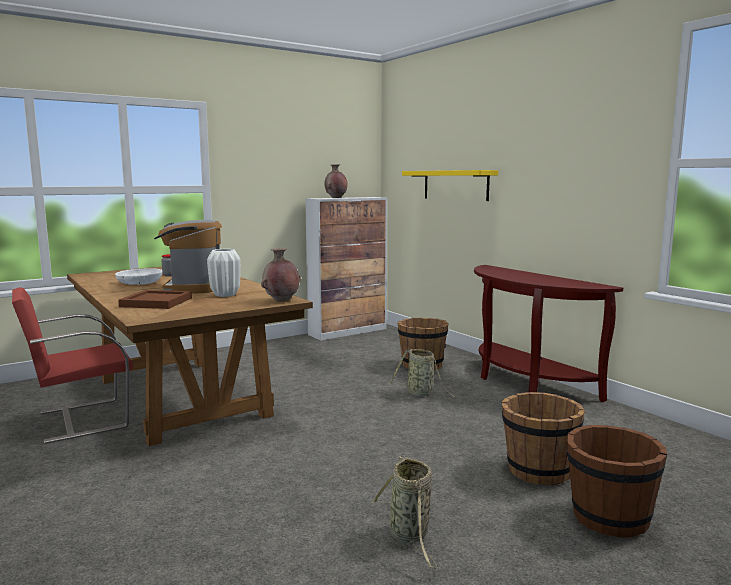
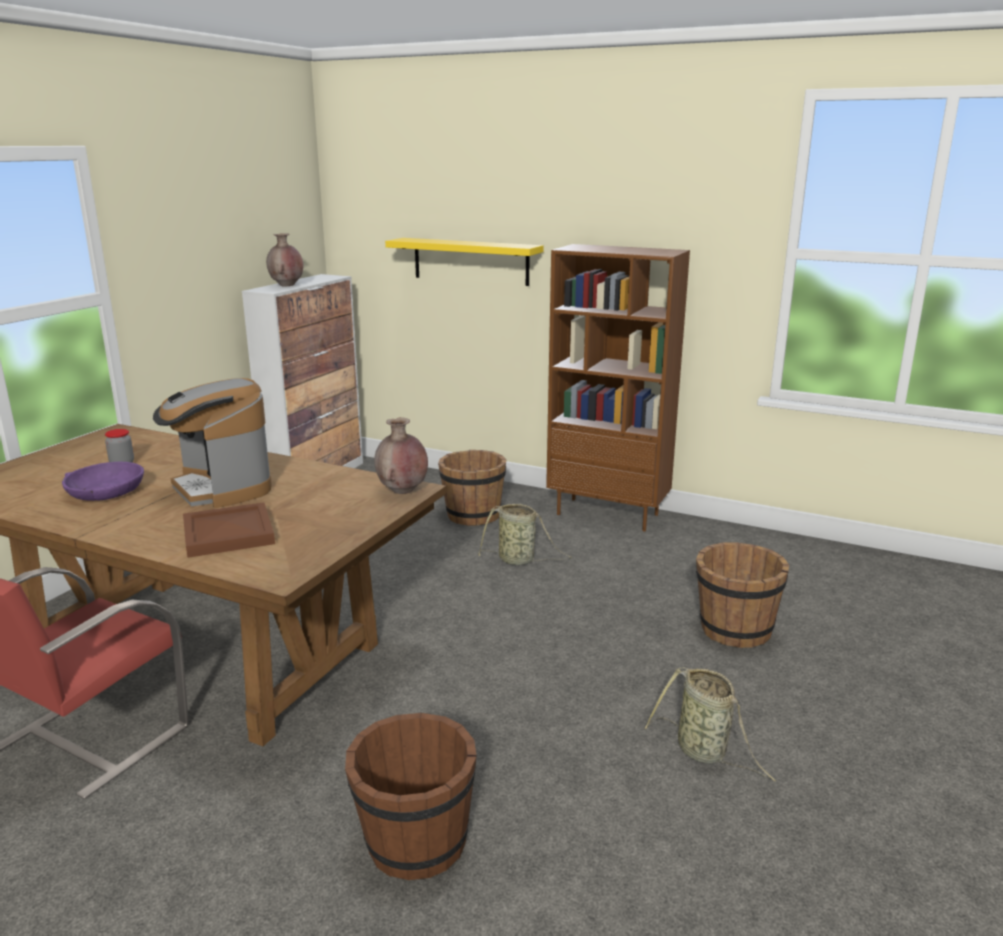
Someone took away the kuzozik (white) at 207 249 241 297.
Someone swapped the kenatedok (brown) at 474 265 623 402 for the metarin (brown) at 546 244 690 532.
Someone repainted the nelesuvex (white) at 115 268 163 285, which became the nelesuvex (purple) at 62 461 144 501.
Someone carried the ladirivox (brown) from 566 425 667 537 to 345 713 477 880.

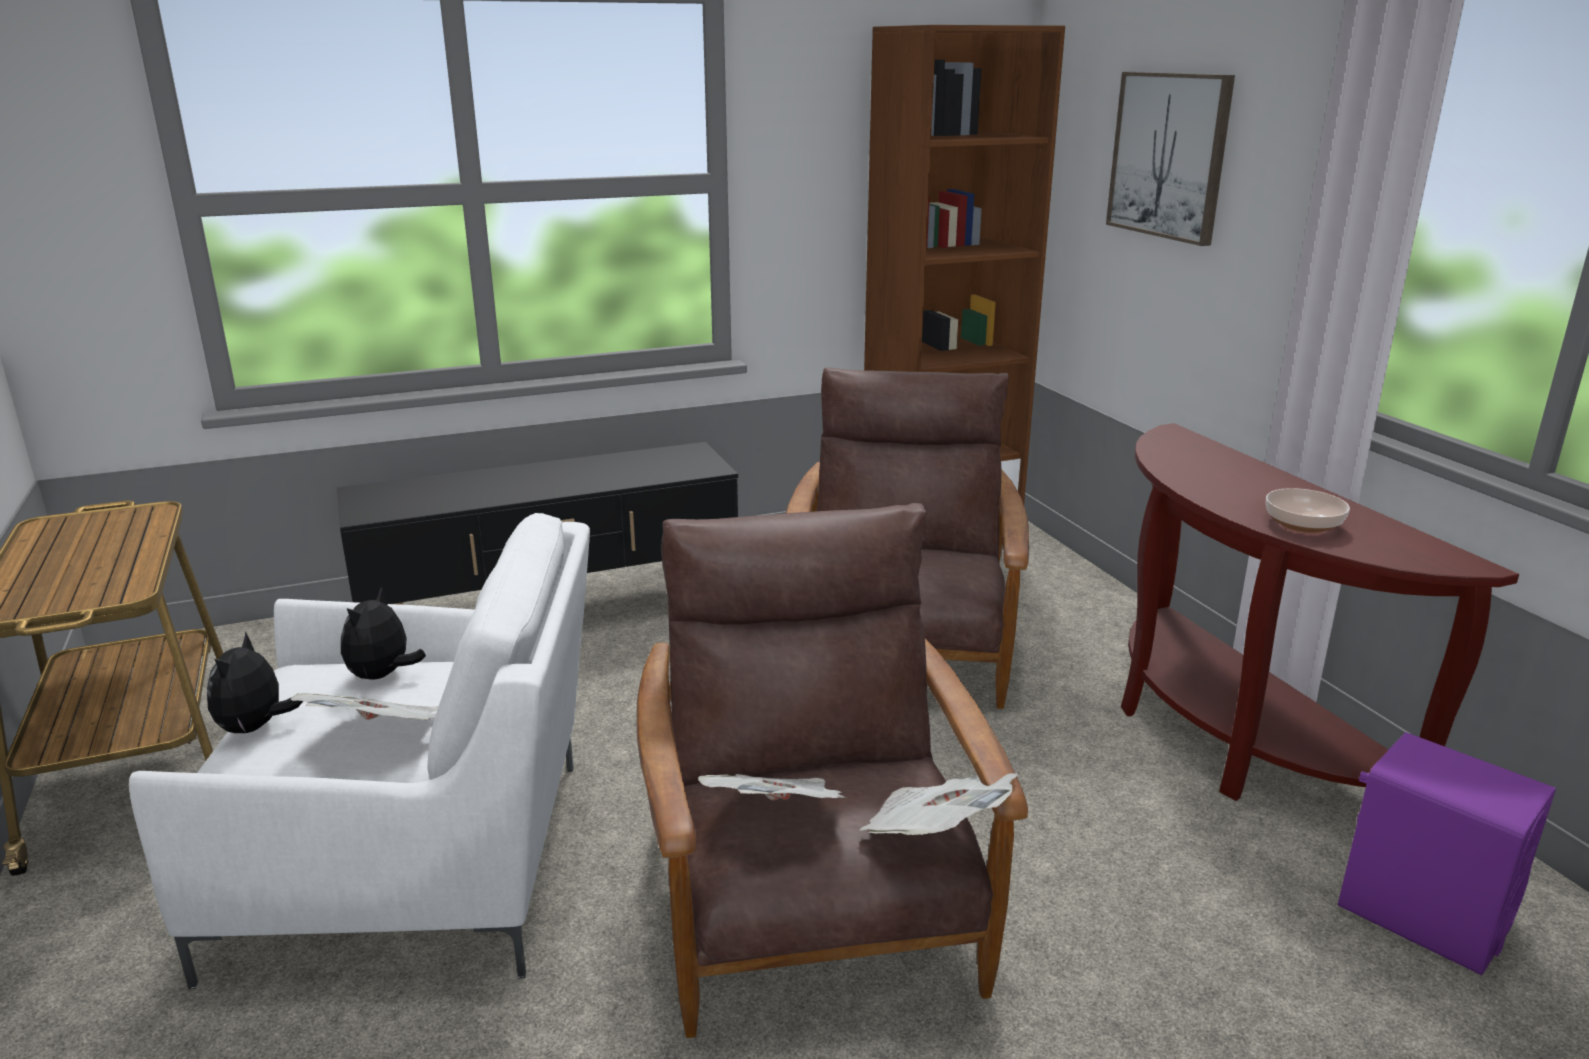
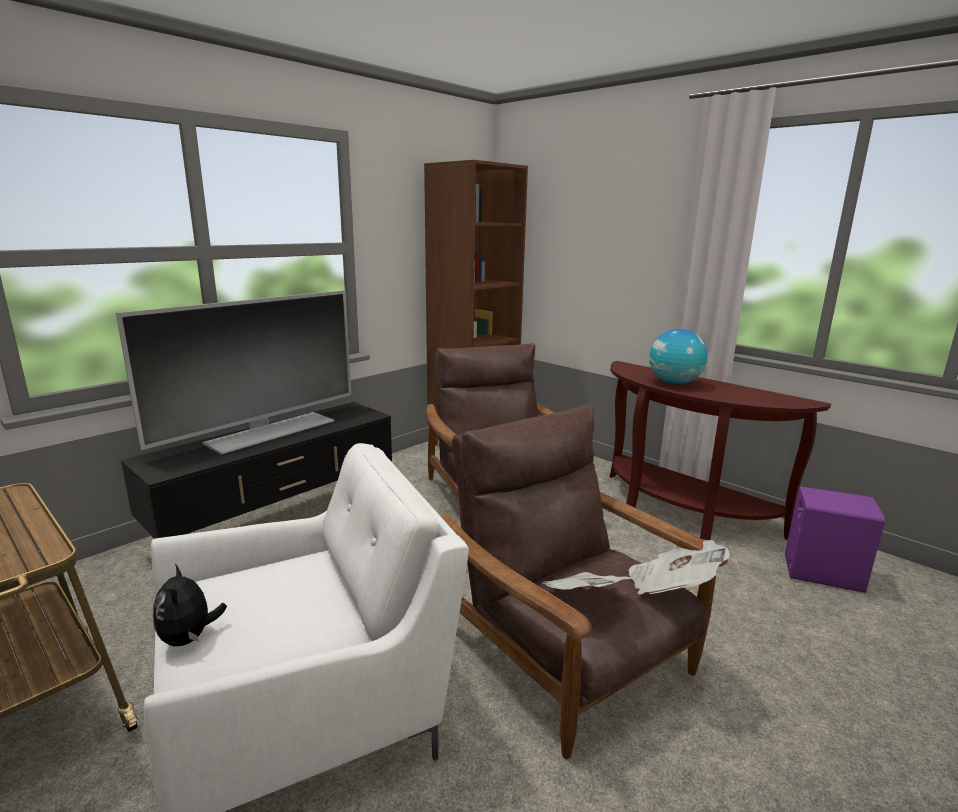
Someone took away the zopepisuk at 1106 72 1235 246.
Someone took away the nelesuvex at 1266 488 1350 533.
Someone took away the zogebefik at 341 587 426 680.
Someone took away the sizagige at 291 693 438 720.
Someone put down the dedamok at 116 290 351 455.
Someone put down the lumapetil at 649 329 708 384.

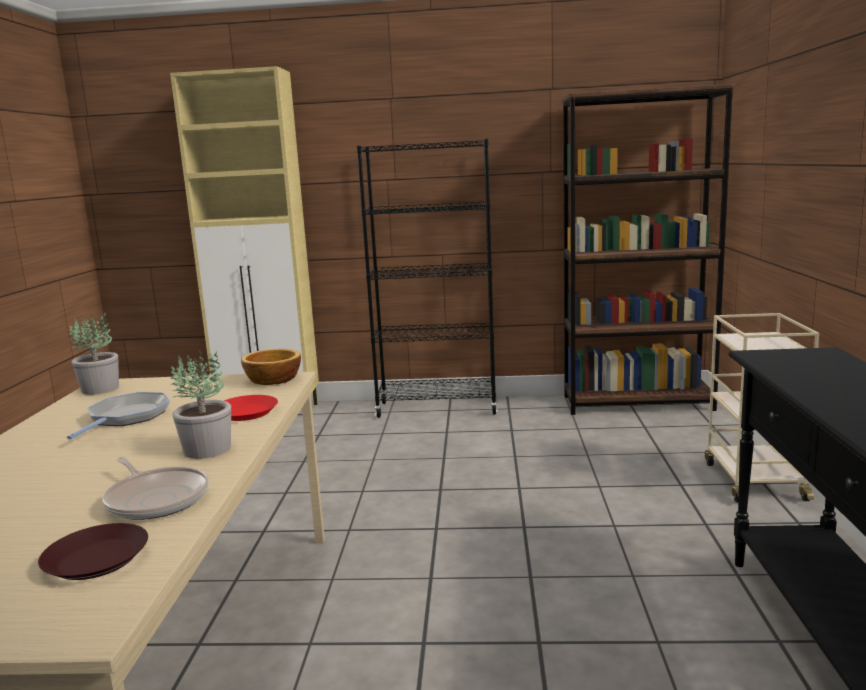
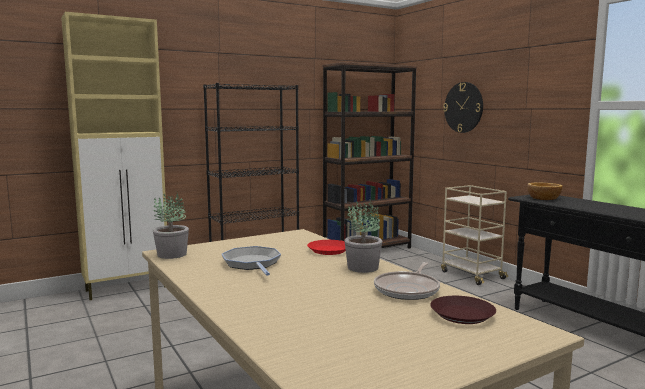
Someone carried the nelesuvex from 241 349 301 385 to 527 183 563 200.
Someone rotated the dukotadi at 102 457 209 520 by 105 degrees clockwise.
Someone put up the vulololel at 443 82 483 133.

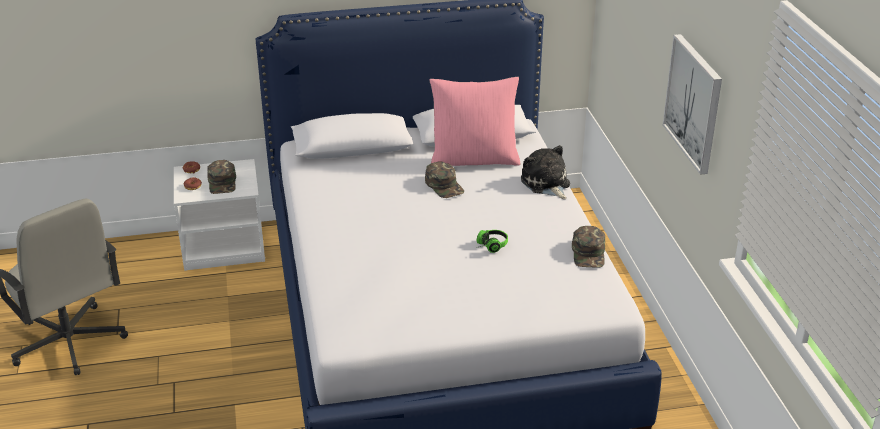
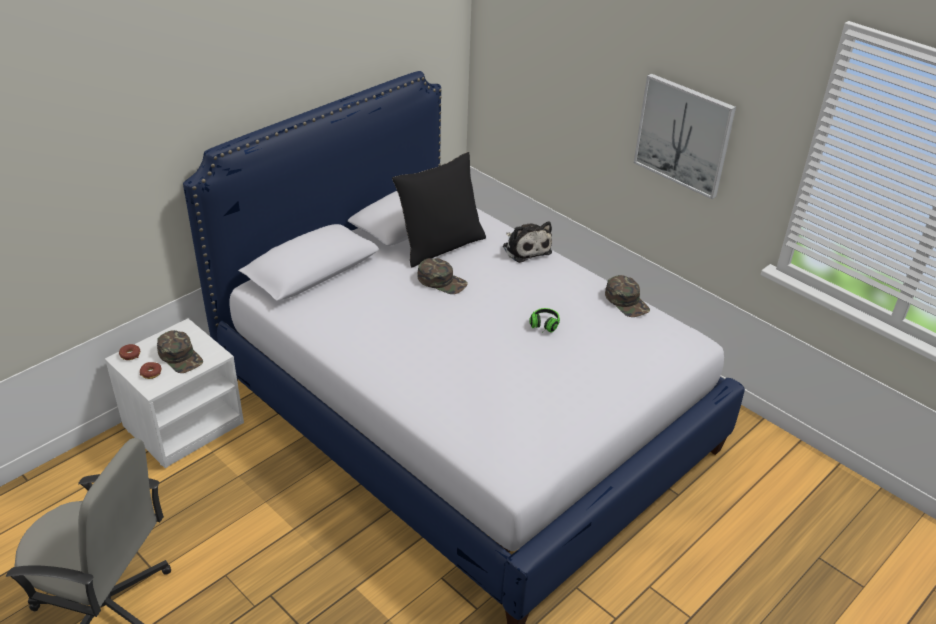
Someone repainted the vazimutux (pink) at 430 77 520 166, which became the vazimutux (black) at 392 152 486 267.
Someone rotated the zogebefik at 521 145 570 199 by 150 degrees counterclockwise.

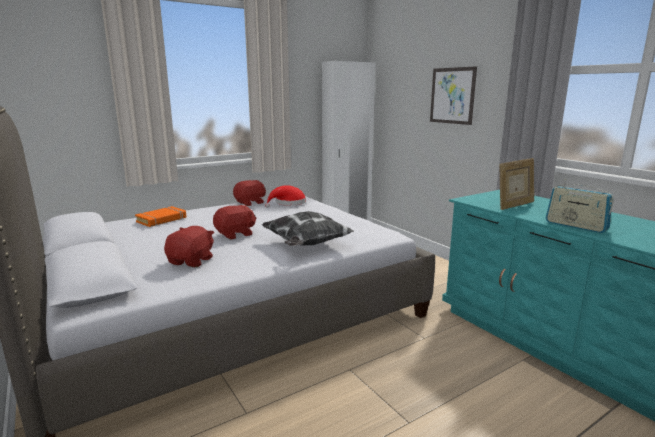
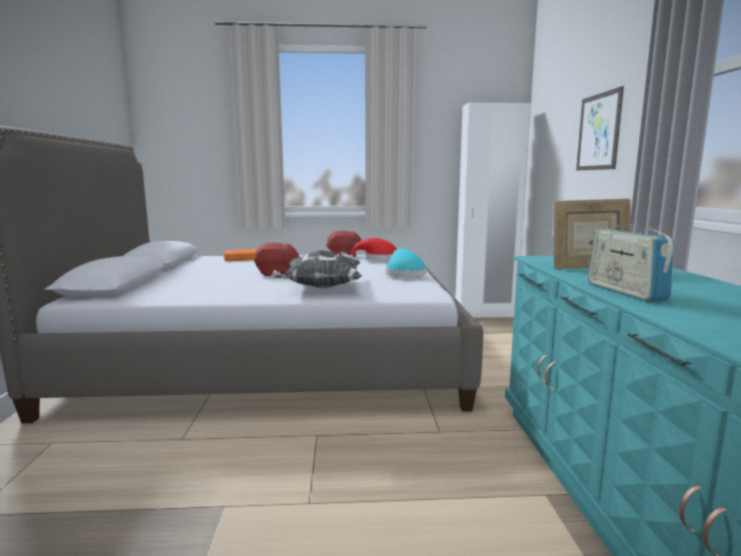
Someone took away the zogebefik (red) at 164 226 214 267.
Someone put down the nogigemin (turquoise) at 386 248 427 277.

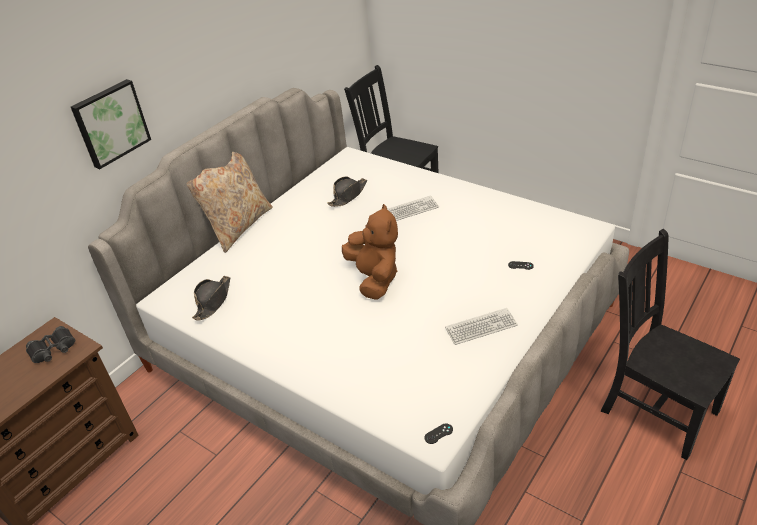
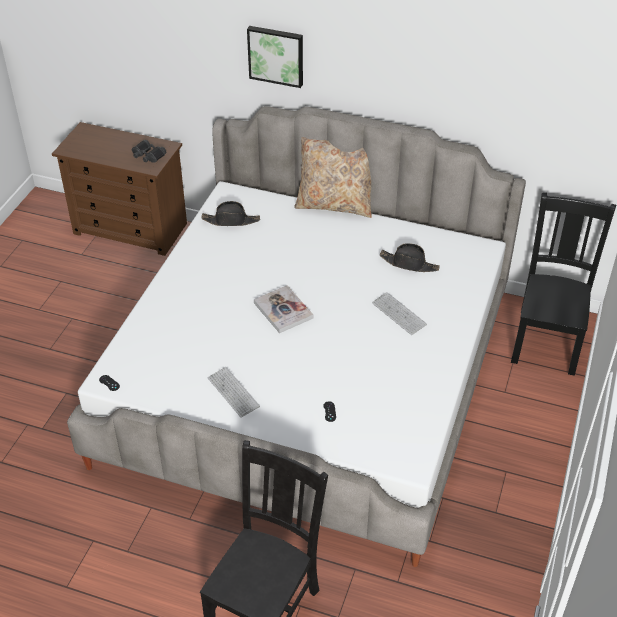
Someone swapped the zogebefik (brown) at 342 204 398 299 for the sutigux at 254 285 313 333.

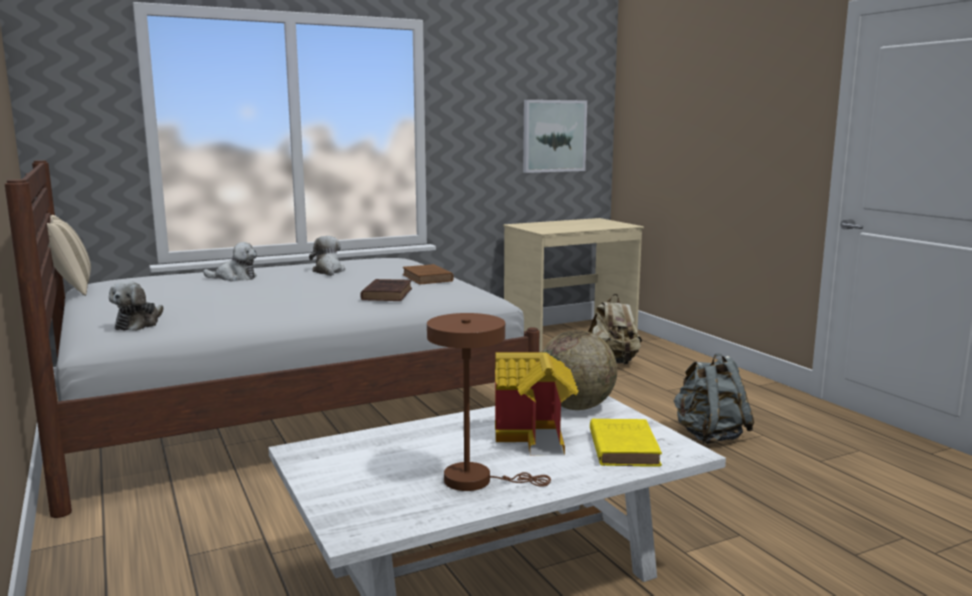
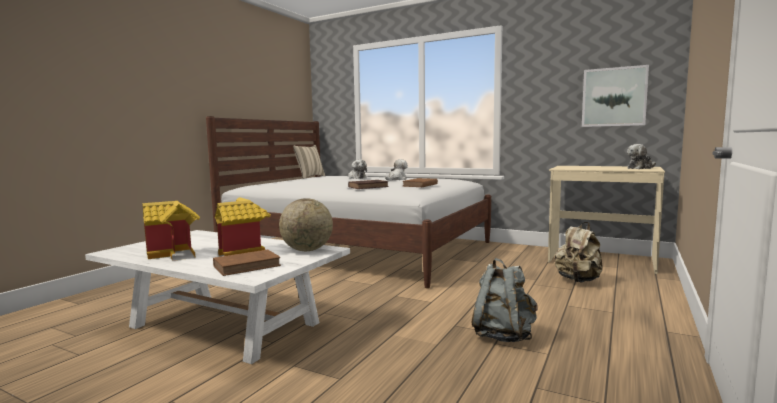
Someone carried the zogebefik from 109 281 163 331 to 627 144 656 169.
Someone swapped the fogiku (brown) at 427 313 551 491 for the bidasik at 142 201 200 261.
Someone repainted the sutigux (yellow) at 590 419 662 467, which became the sutigux (brown) at 213 250 281 276.

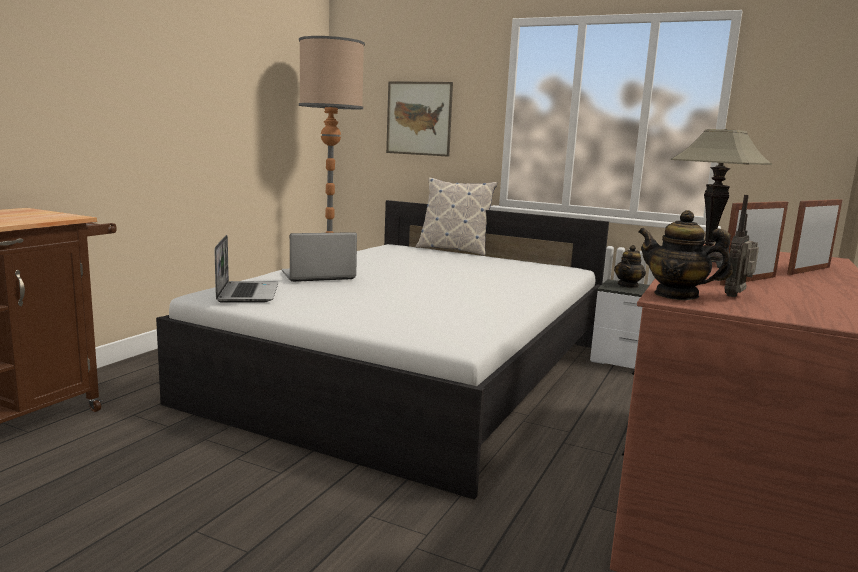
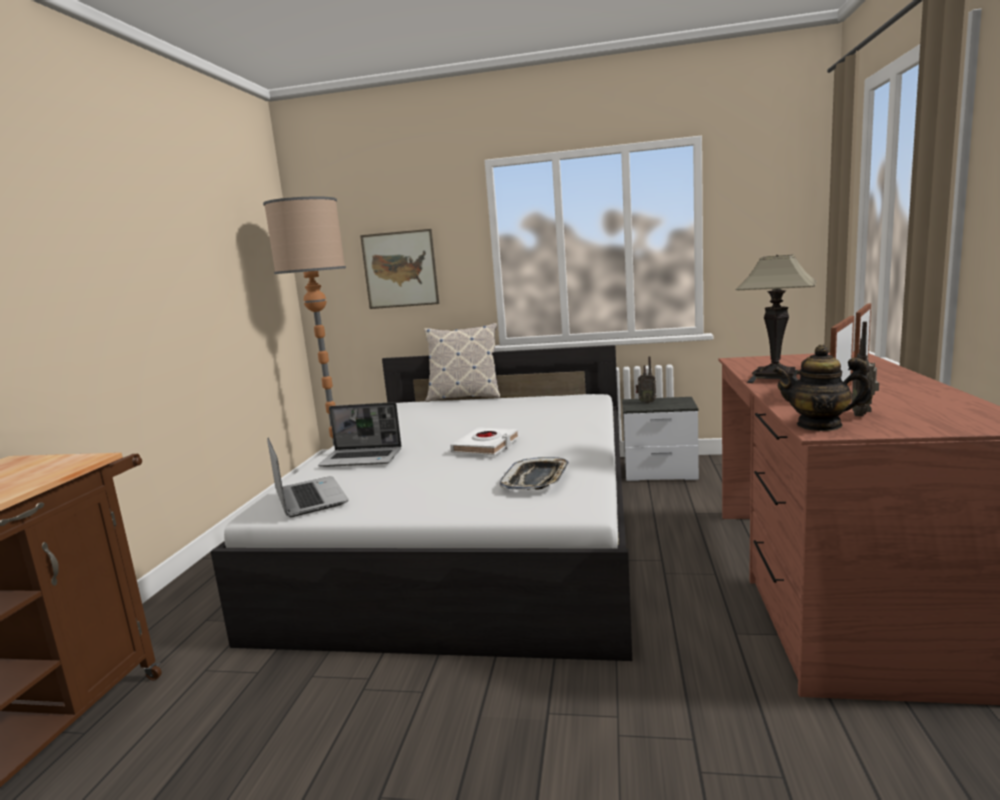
Someone rotated the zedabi at 281 232 357 282 by 135 degrees counterclockwise.
Someone swapped the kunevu at 614 245 646 288 for the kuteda at 636 356 656 404.
Someone put down the sutigux (white) at 450 427 520 456.
Someone put down the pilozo at 500 457 569 490.

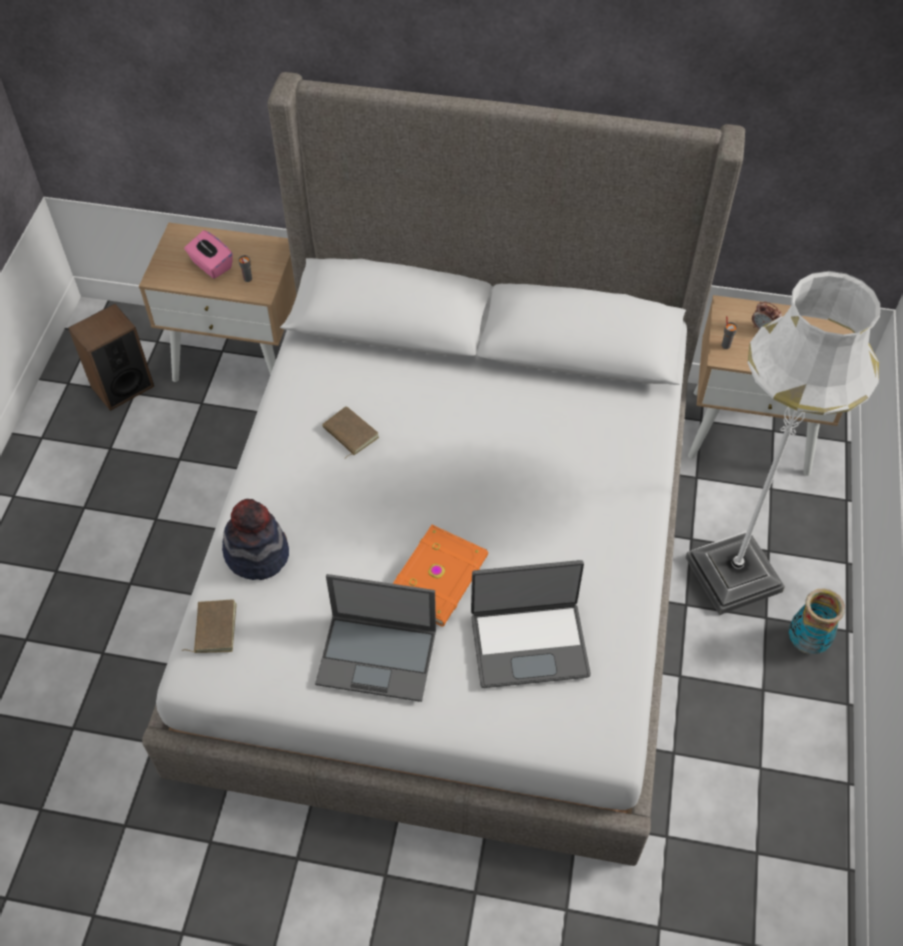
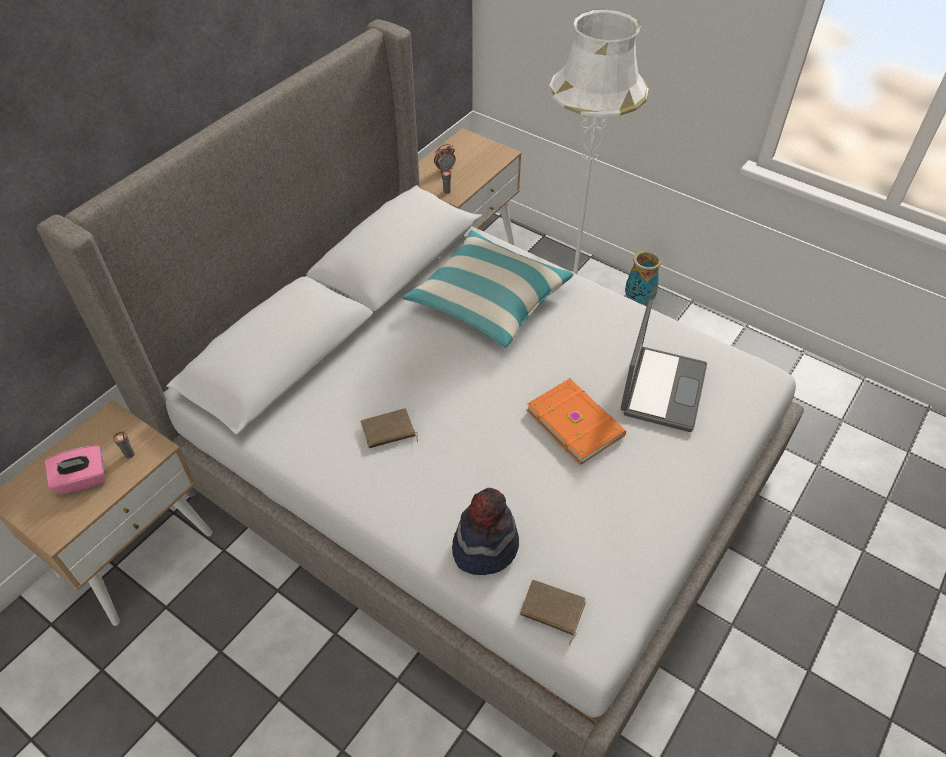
Someone took away the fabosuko at 68 304 154 411.
Someone took away the zedabi at 315 574 436 702.
Someone put down the vazimutux at 403 230 574 348.

